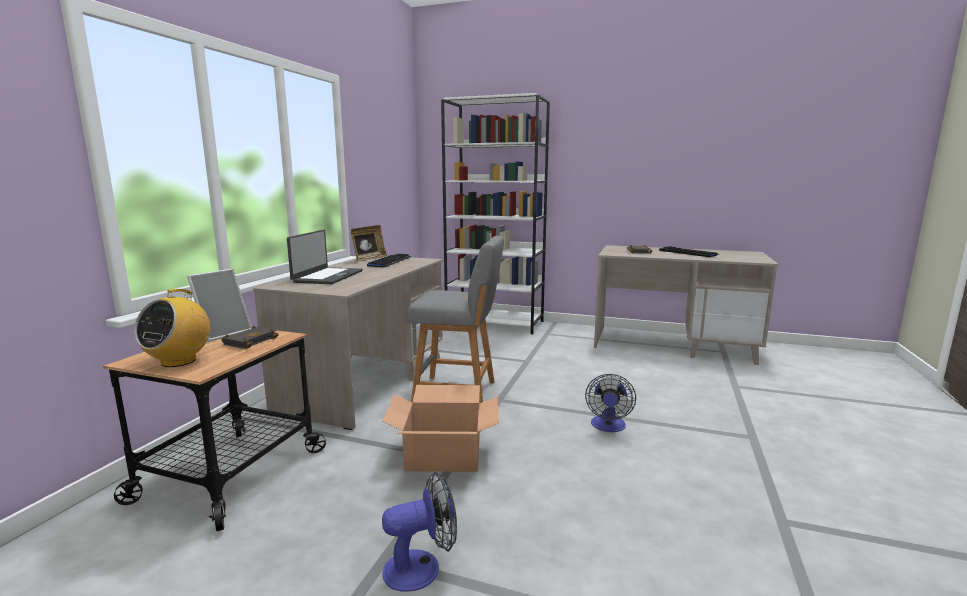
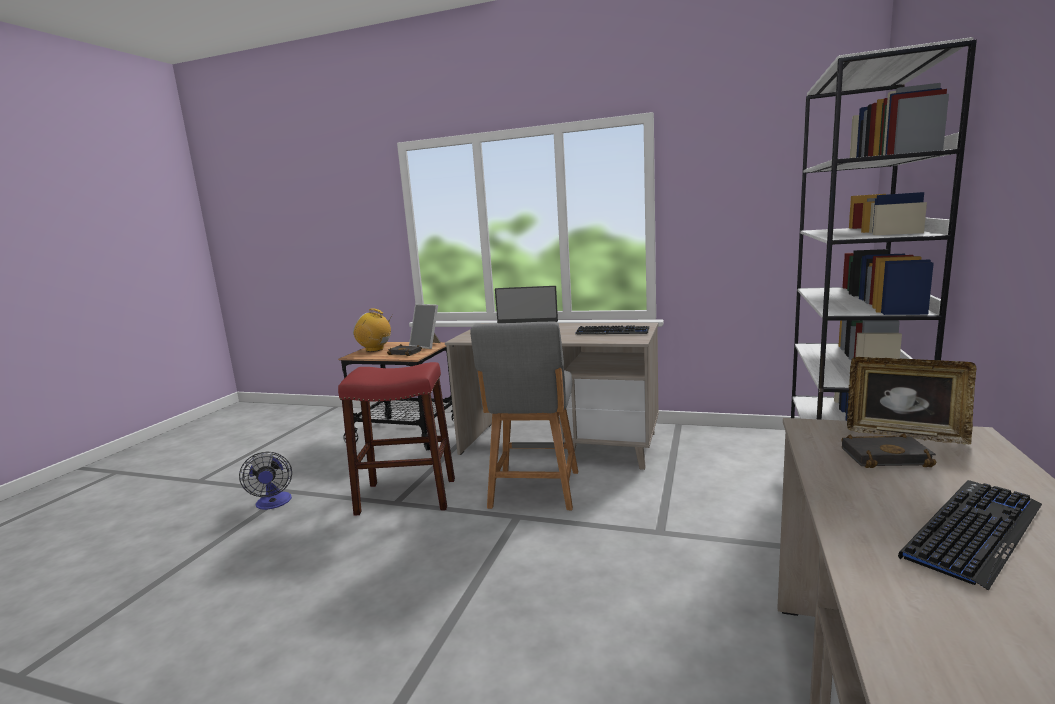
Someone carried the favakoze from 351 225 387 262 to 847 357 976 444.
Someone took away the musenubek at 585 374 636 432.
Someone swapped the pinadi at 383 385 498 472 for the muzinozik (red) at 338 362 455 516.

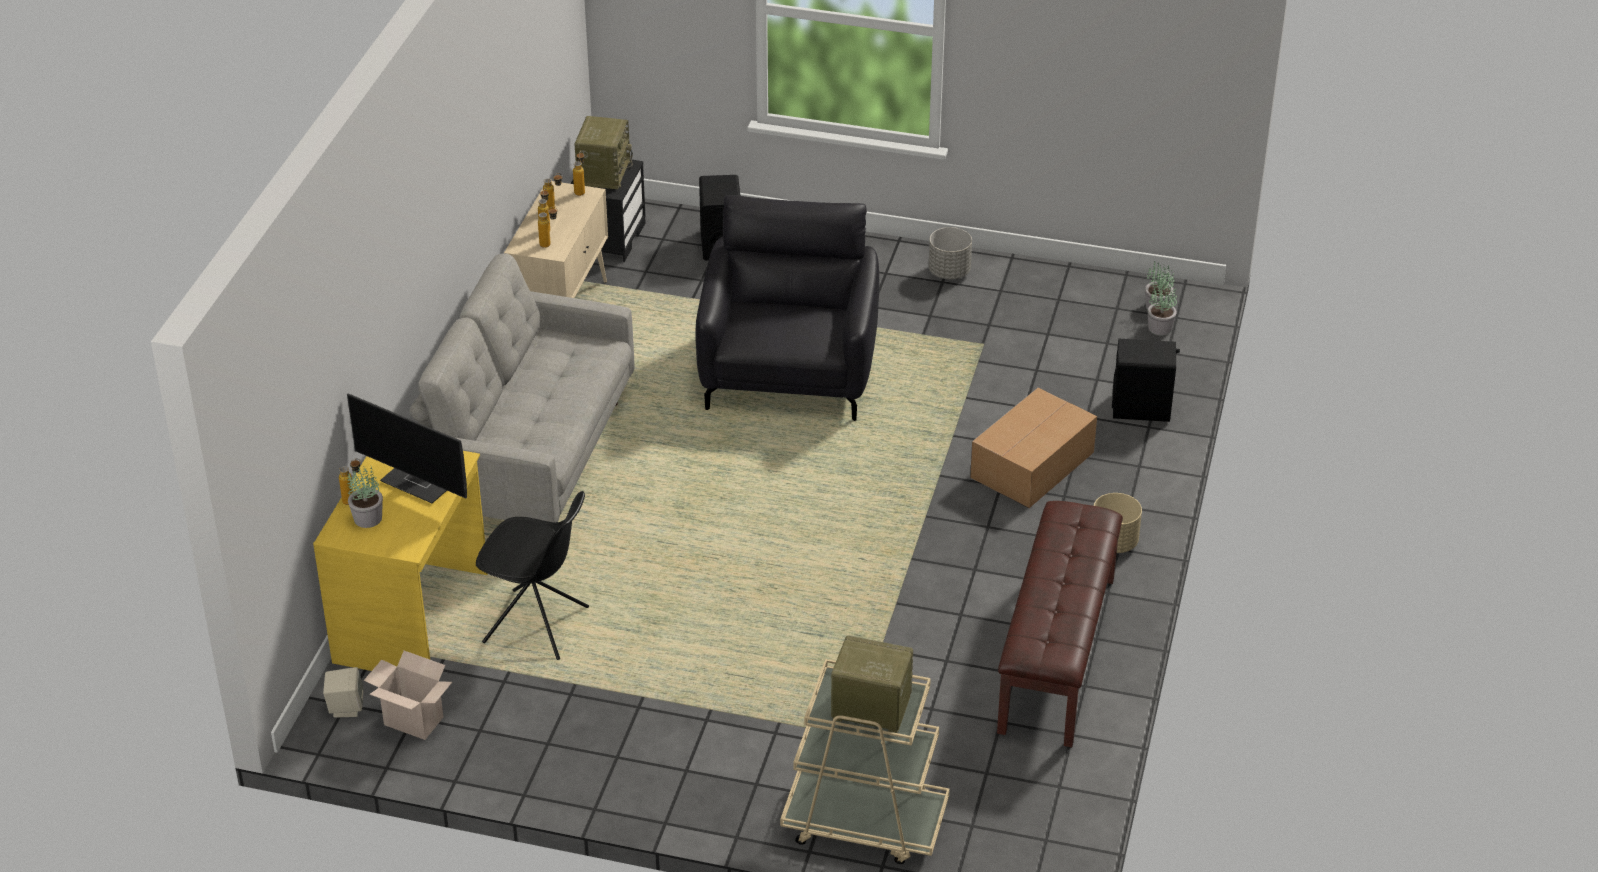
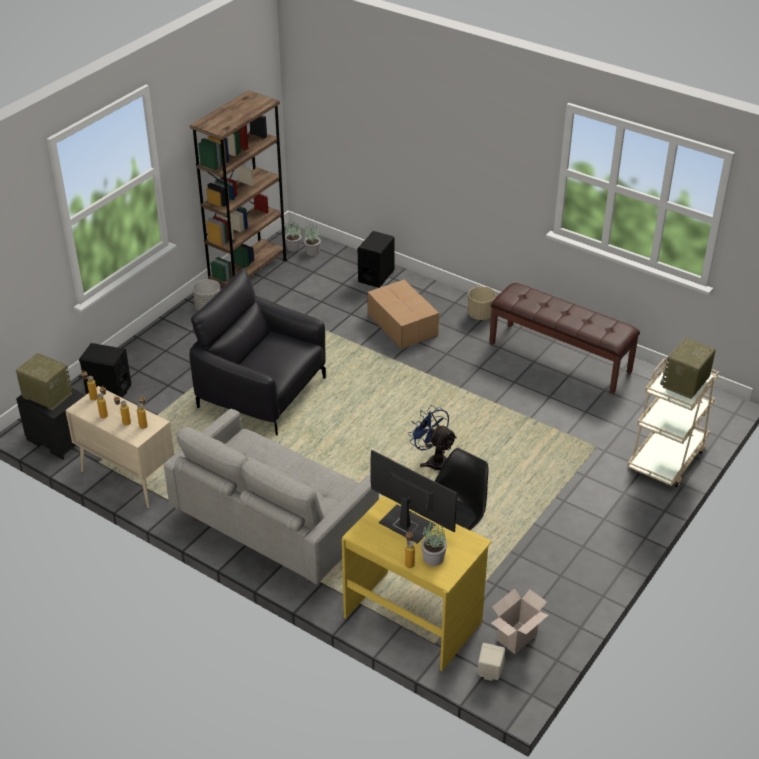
Someone rotated the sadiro at 347 393 467 503 by 105 degrees counterclockwise.
Someone put down the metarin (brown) at 190 90 287 286.
Someone put down the musenubek (blue) at 408 405 457 470.

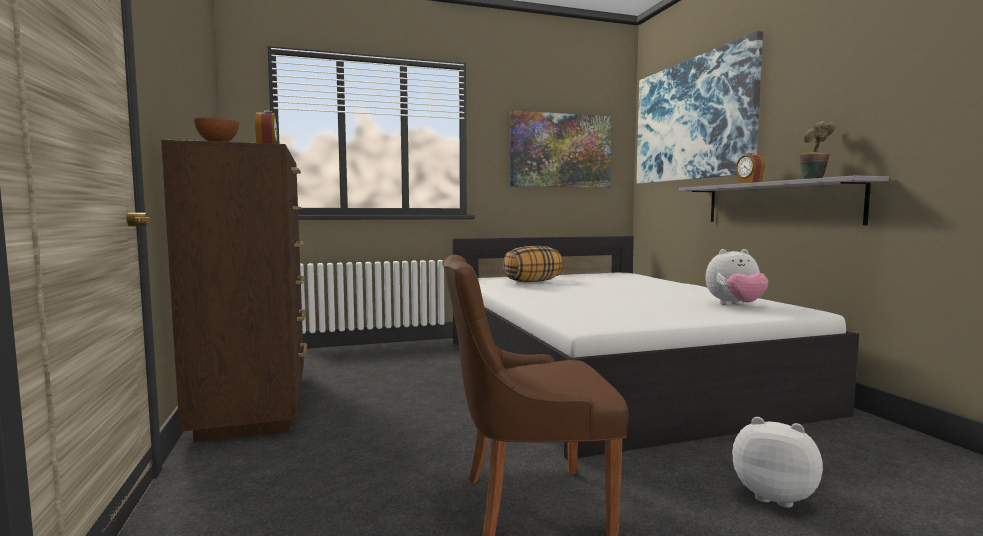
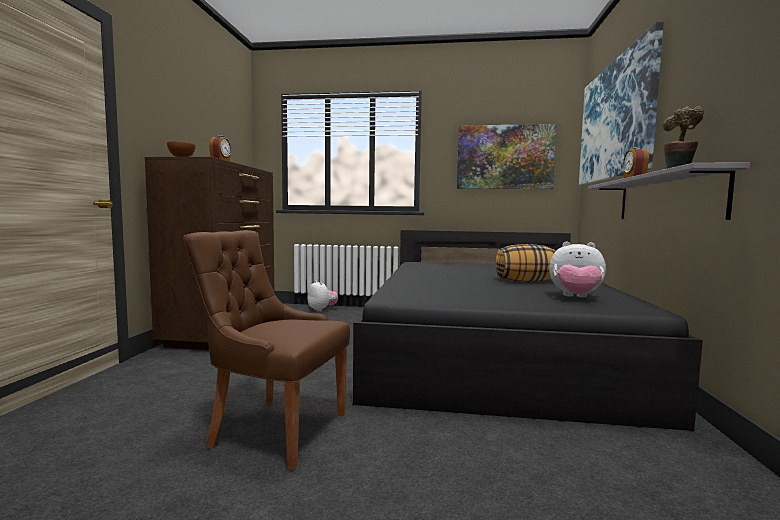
Someone repainted the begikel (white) at 452 236 859 460, which became the begikel (black) at 353 230 703 431.
Someone carried the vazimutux from 503 246 563 282 to 495 244 556 282.
Someone carried the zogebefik from 732 417 823 508 to 307 280 338 312.

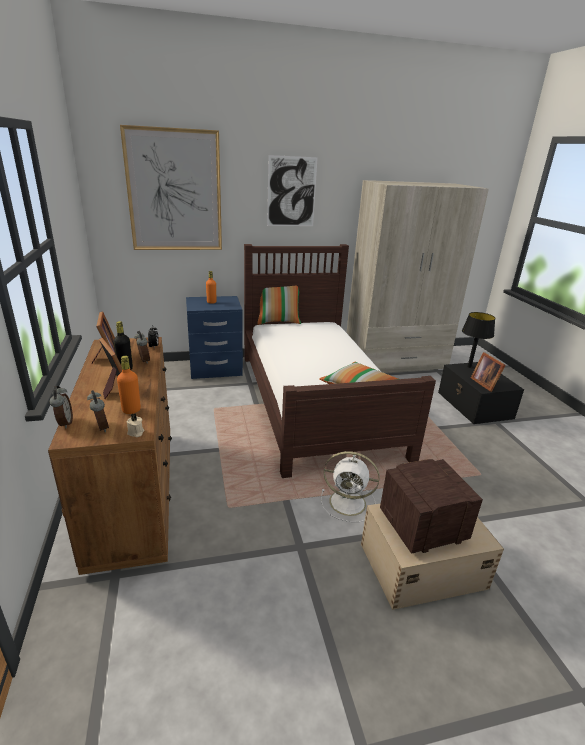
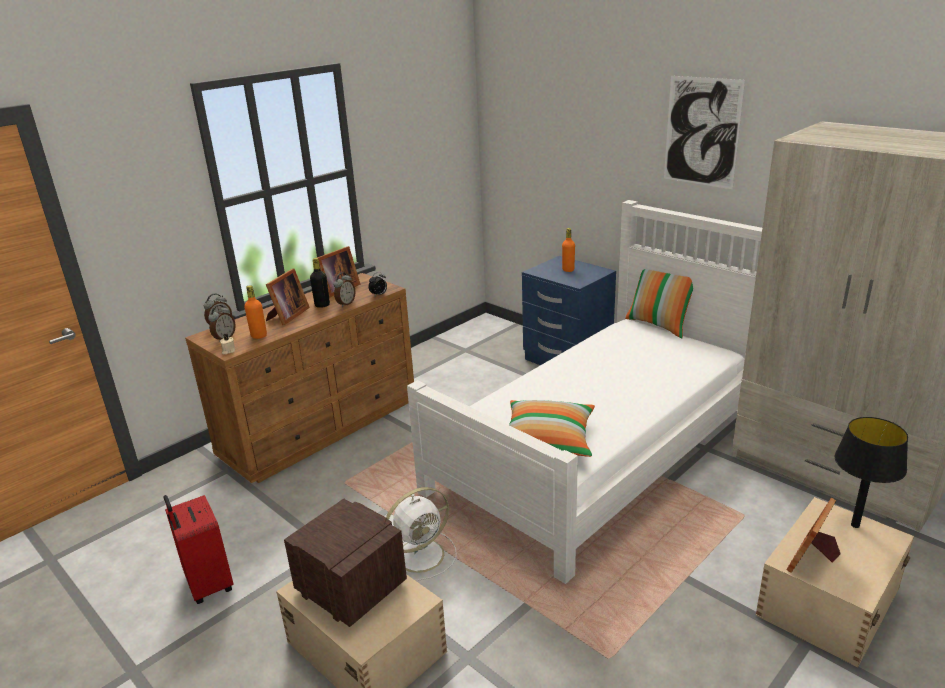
Someone took away the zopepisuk at 120 125 222 250.
Someone repainted the begikel (brown) at 244 244 436 478, which became the begikel (white) at 407 200 762 584.
Someone repainted the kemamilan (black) at 438 362 524 424, which became the kemamilan (beige) at 756 497 914 667.
Someone rotated the musenubek (white) at 321 451 380 522 by 105 degrees counterclockwise.
Someone put down the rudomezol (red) at 163 495 233 604.

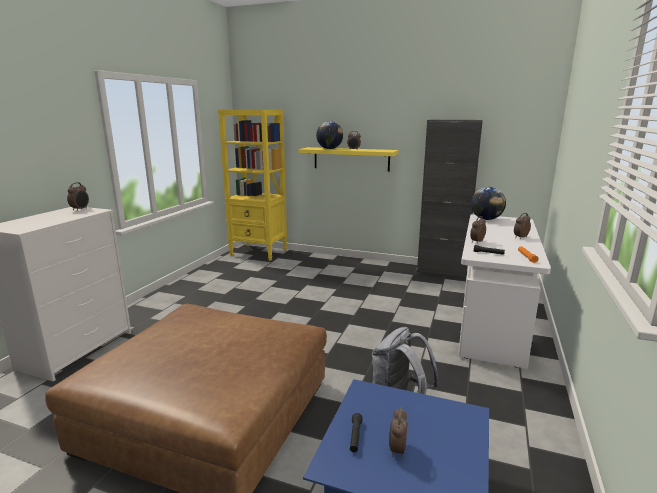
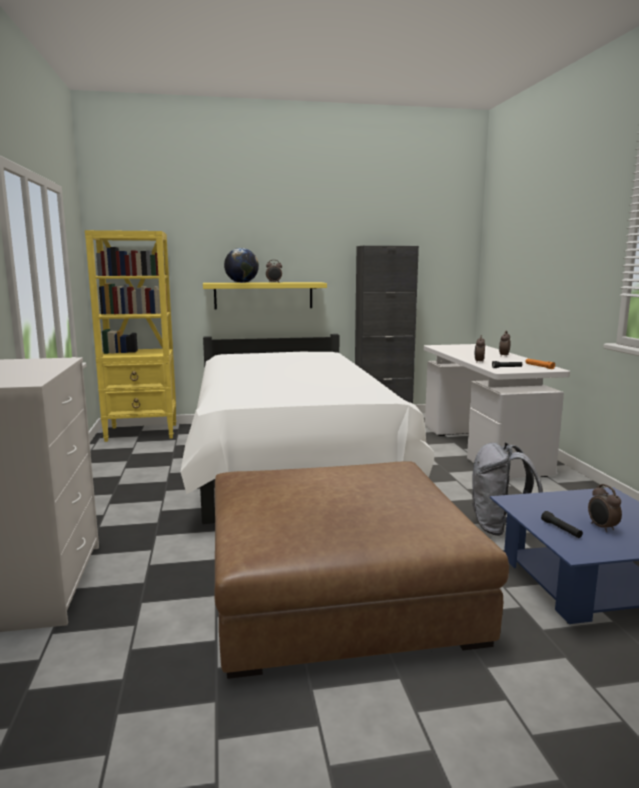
Someone took away the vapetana at 67 182 89 211.
Someone took away the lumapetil at 471 187 506 220.
Someone put down the begikel (white) at 181 334 434 524.

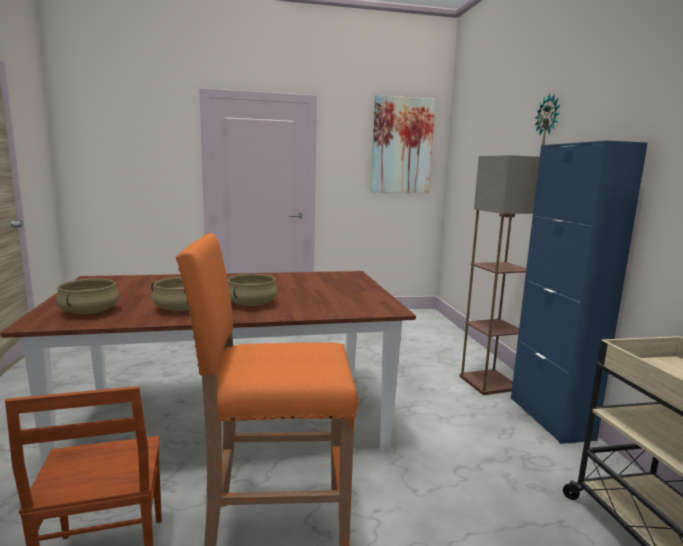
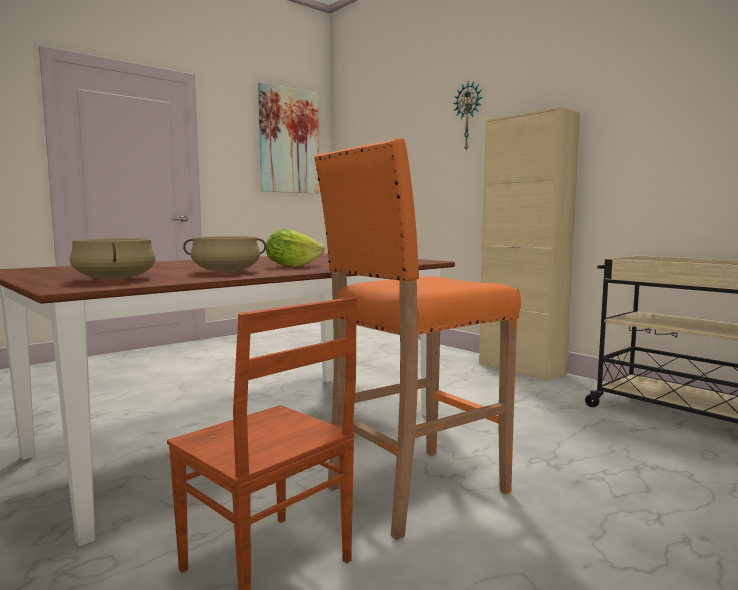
Someone repainted the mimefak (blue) at 511 141 648 444, which became the mimefak (beige) at 479 107 580 381.
Someone took away the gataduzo at 459 155 540 395.
Someone swapped the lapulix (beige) at 228 274 277 306 for the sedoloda at 266 229 325 267.

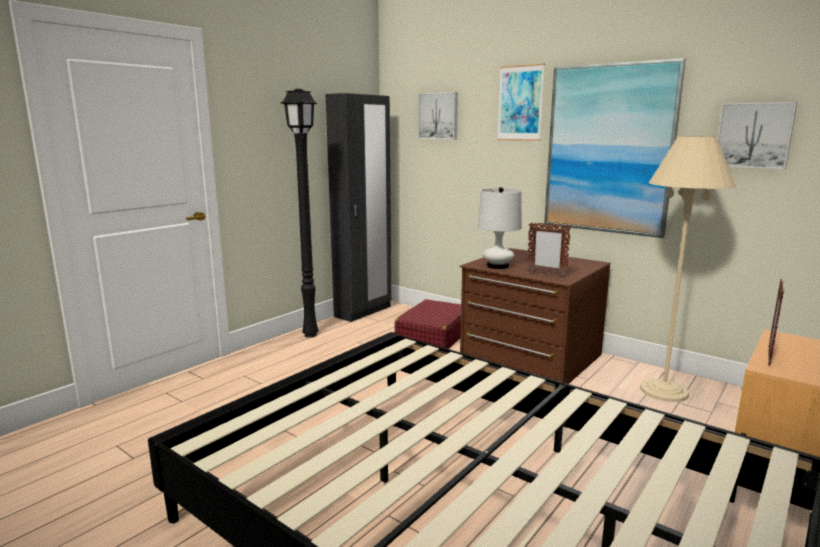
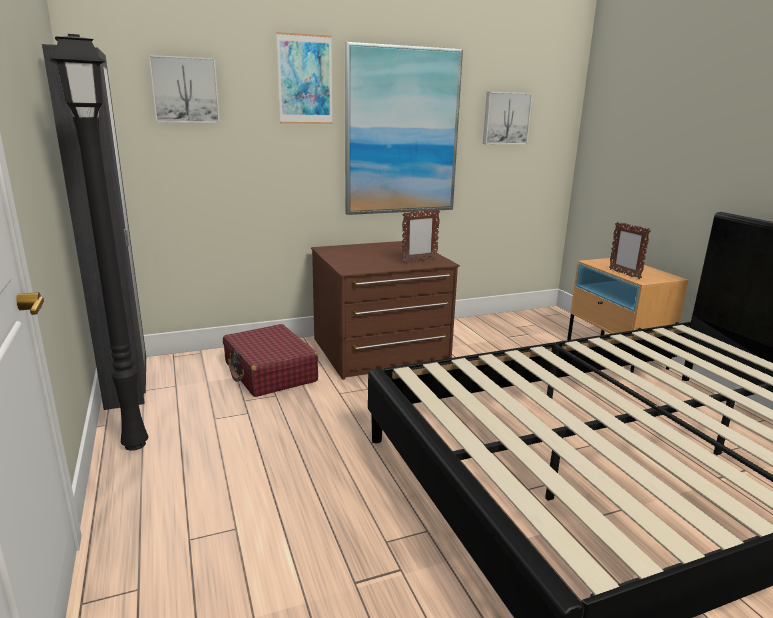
Someone took away the gataduzo (beige) at 640 136 736 402.
Someone took away the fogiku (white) at 478 187 522 269.

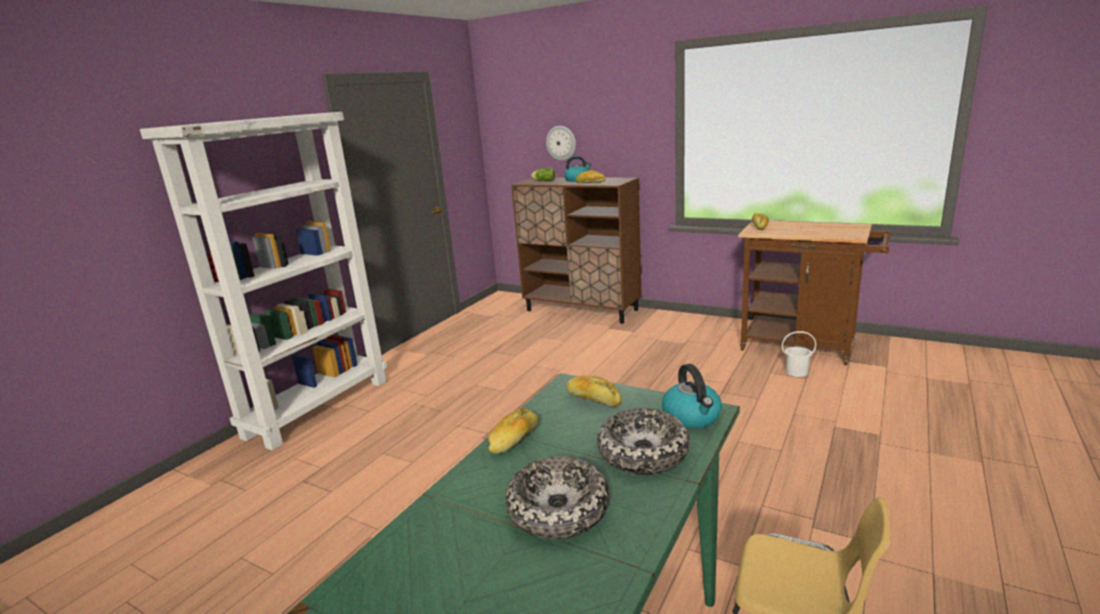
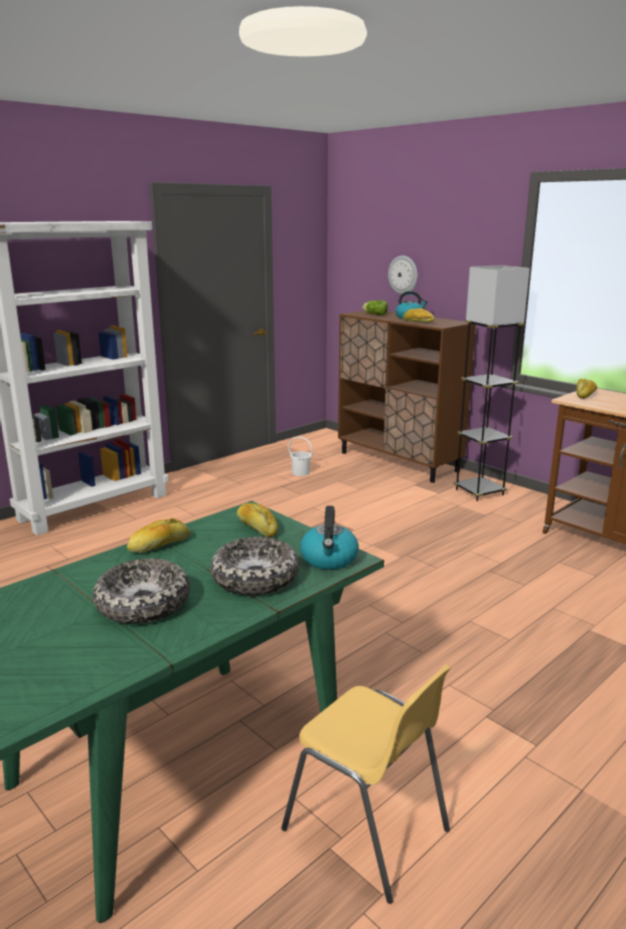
Someone carried the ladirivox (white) from 782 331 816 377 to 288 436 313 476.
Someone put down the gataduzo (grey) at 454 265 530 501.

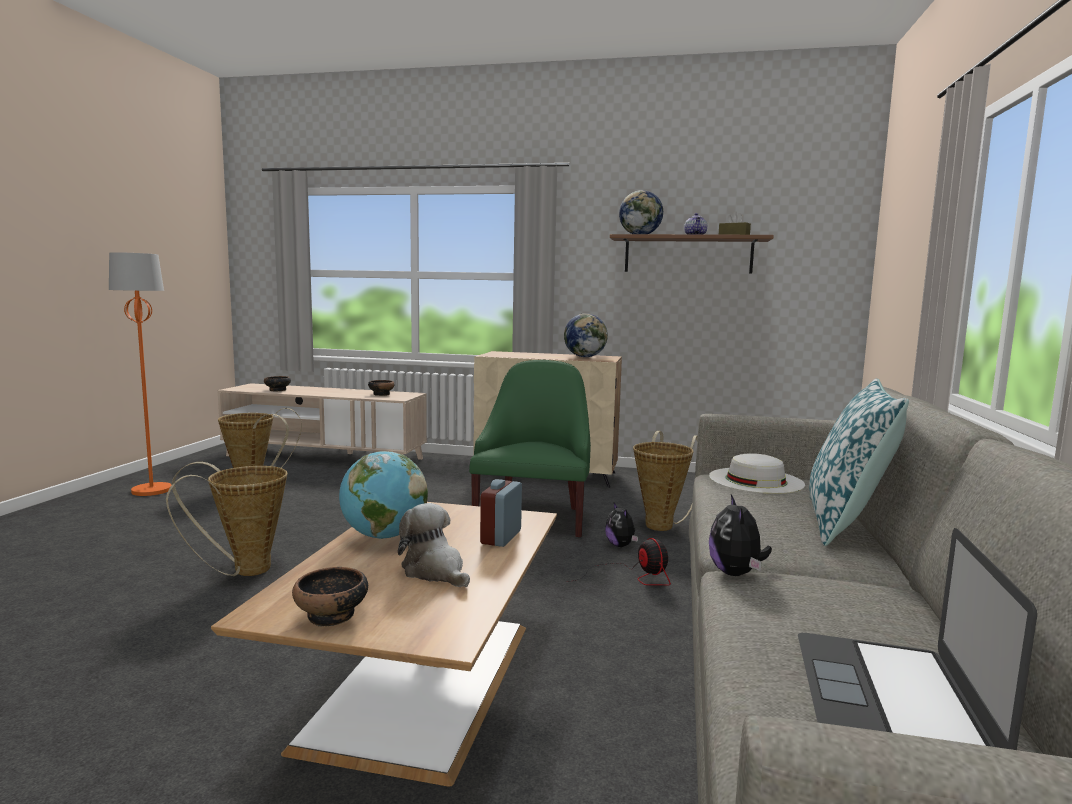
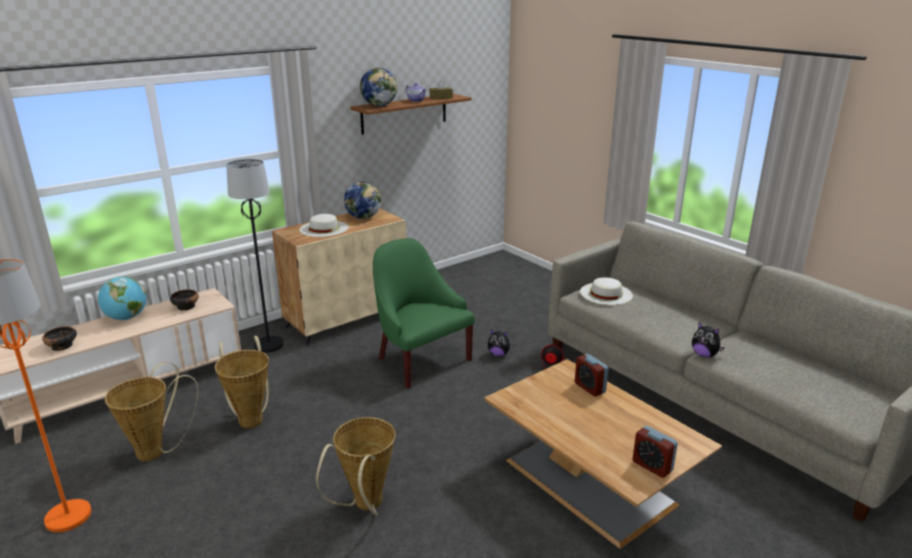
Someone took away the vazimutux at 809 378 909 546.
Someone carried the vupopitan from 633 431 698 531 to 215 336 269 428.
Someone carried the lumapetil from 339 451 428 539 to 98 276 146 320.
Someone took away the zogebefik at 398 503 470 587.
Someone took away the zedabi at 798 528 1037 750.
Someone swapped the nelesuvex at 292 567 368 626 for the vapetana at 633 426 678 478.
Someone put down the gataduzo (black) at 226 159 283 353.
Someone put down the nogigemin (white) at 300 214 349 237.

